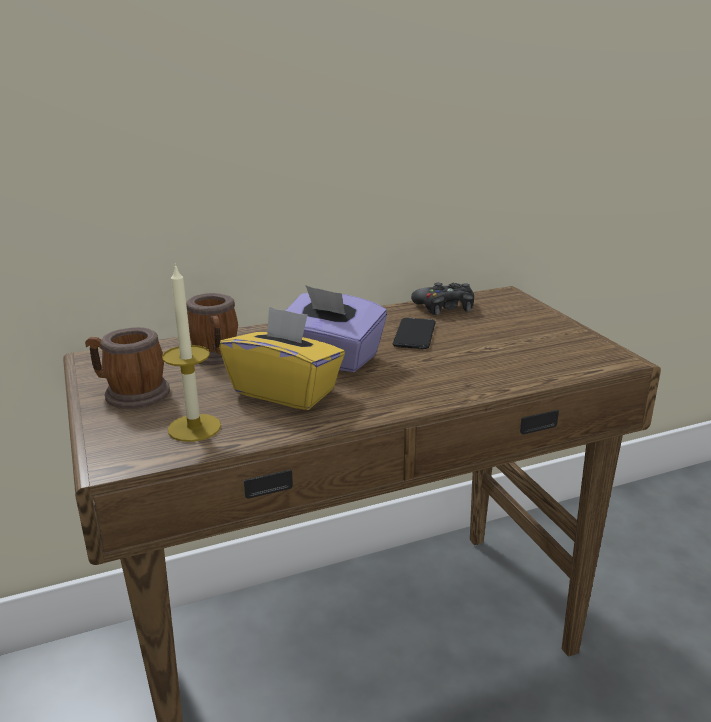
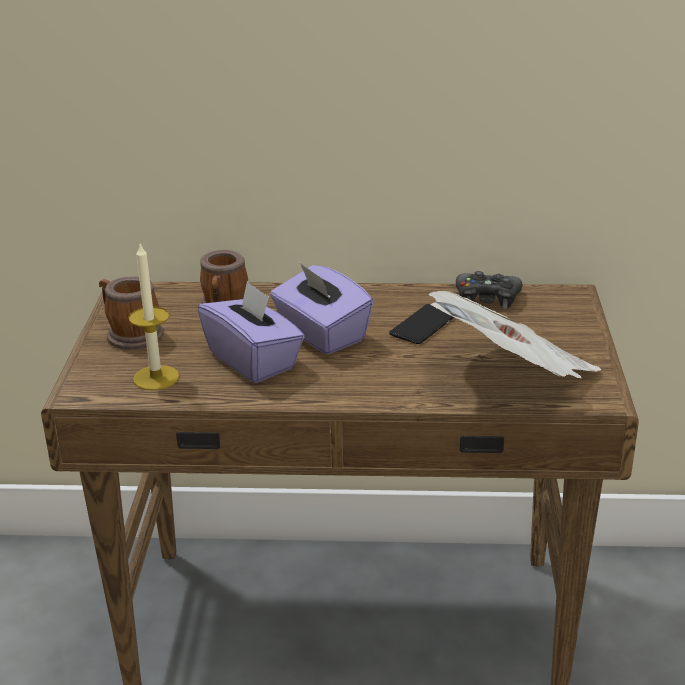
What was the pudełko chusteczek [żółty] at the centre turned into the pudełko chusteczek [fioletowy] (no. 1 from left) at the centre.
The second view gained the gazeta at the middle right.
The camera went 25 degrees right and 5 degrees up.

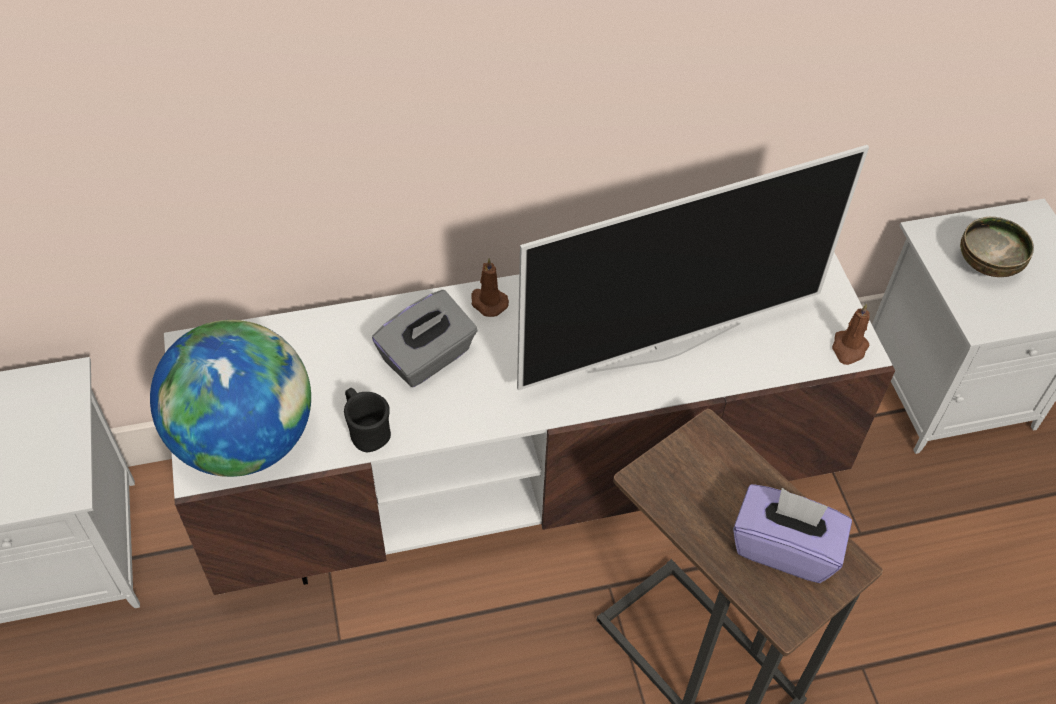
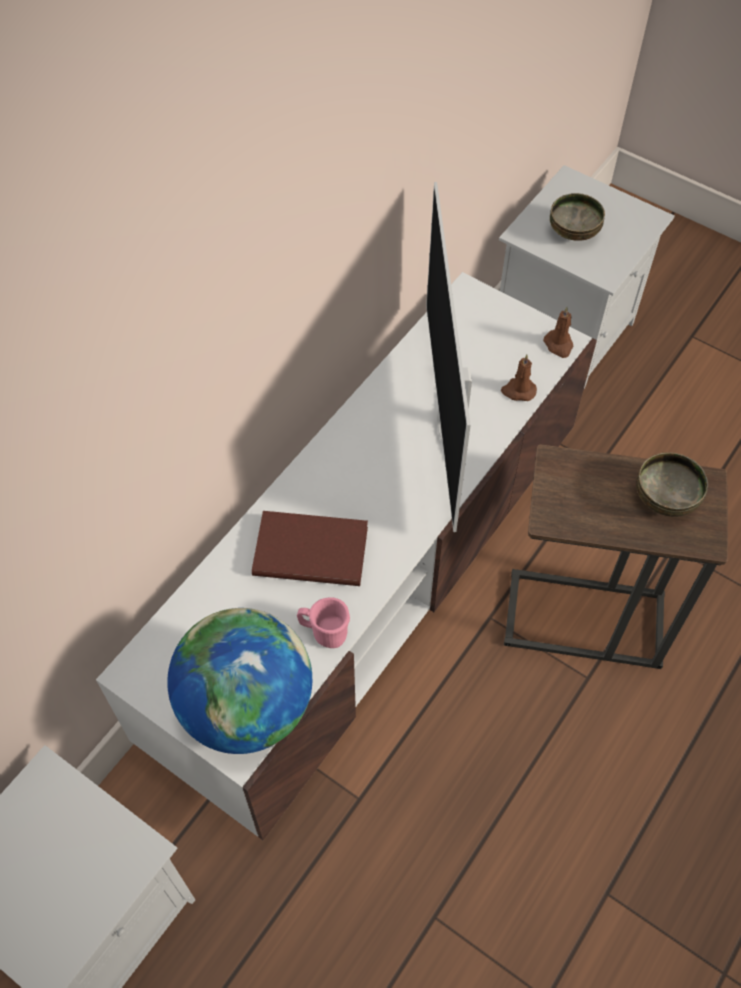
Where the pudełko chusteczek [szary] stood at the centre, the książka [brązowy] came to stand at the centre.
What was the kubek [czarny] at the centre turned into the kubek [różowy] at the centre.
The telewizor at the centre ended up facing another way, 150 degrees clockwise from before.
The świeca [brązowy] (no. 1 from left) ended up elsewhere, having gone from the centre to the middle right.
Where the pudełko chusteczek [fioletowy] stood at the bottom right, the miska (no. 2 from left) came to stand at the middle right.
The camera went 40 degrees left and 5 degrees up.

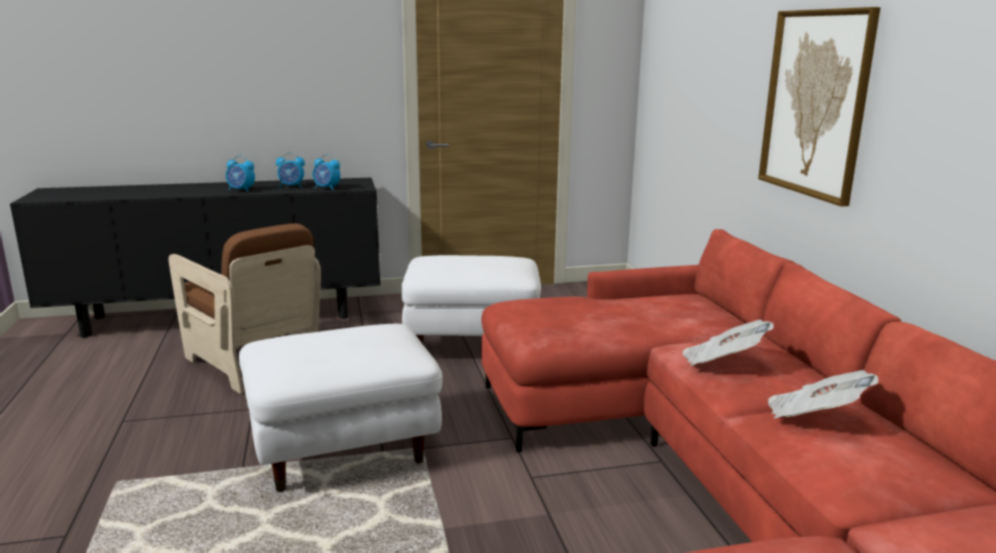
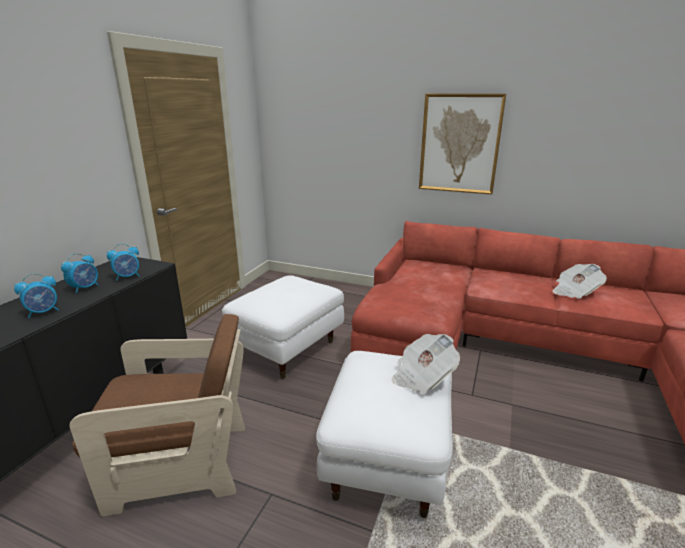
The gazeta (no. 1 from left) ended up elsewhere, having gone from the middle right to the centre.
The camera went 55 degrees left and 5 degrees up.

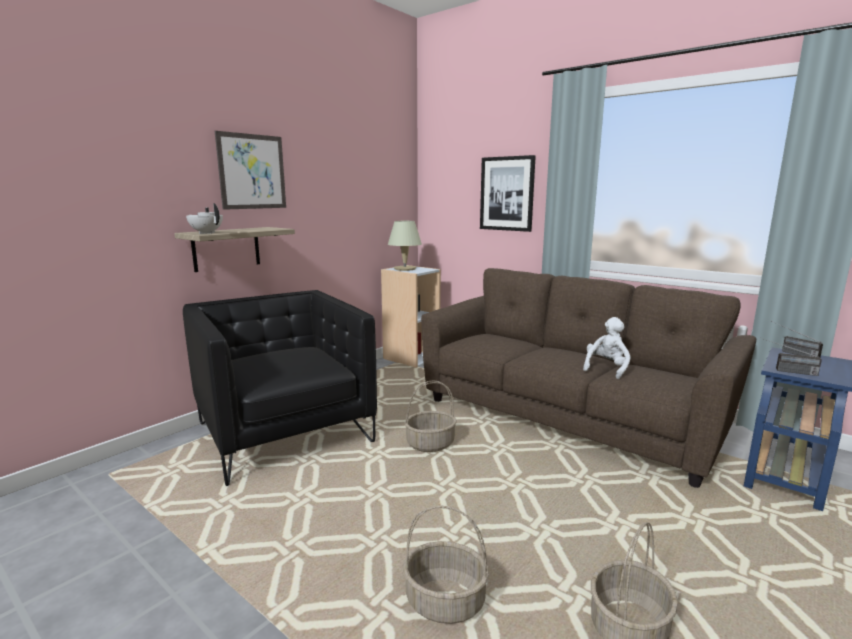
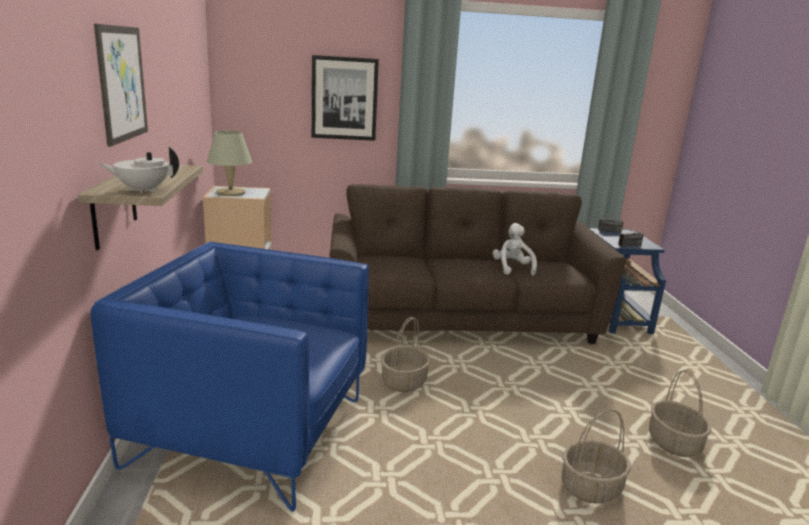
What was the fotel [czarny] at the middle left turned into the fotel [niebieski] at the bottom left.
The camera went 45 degrees left and 5 degrees up.

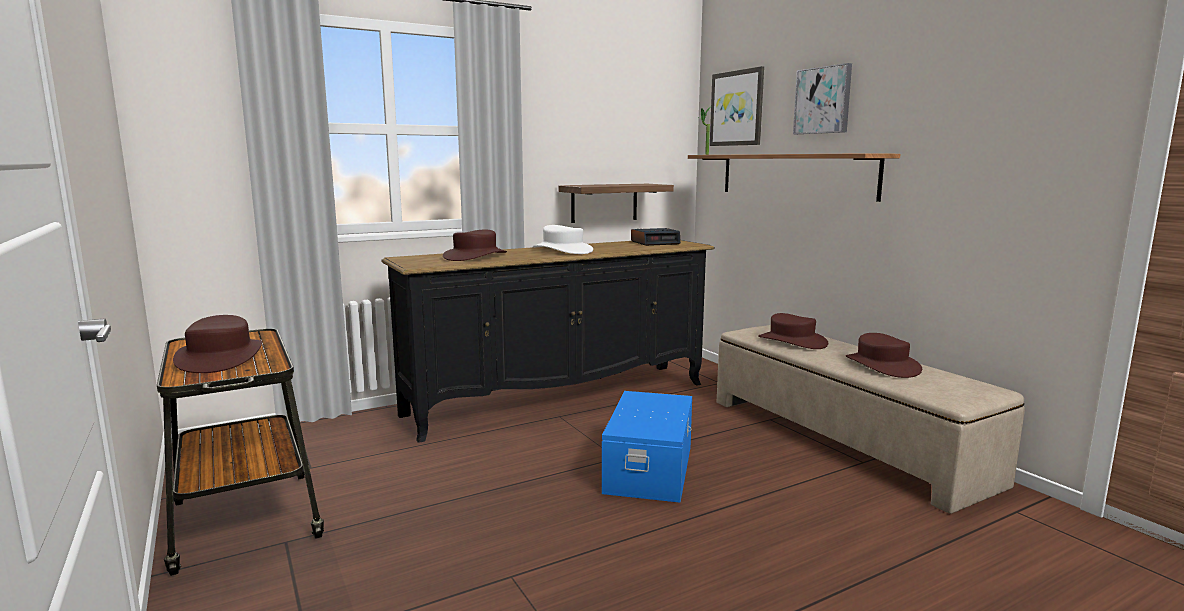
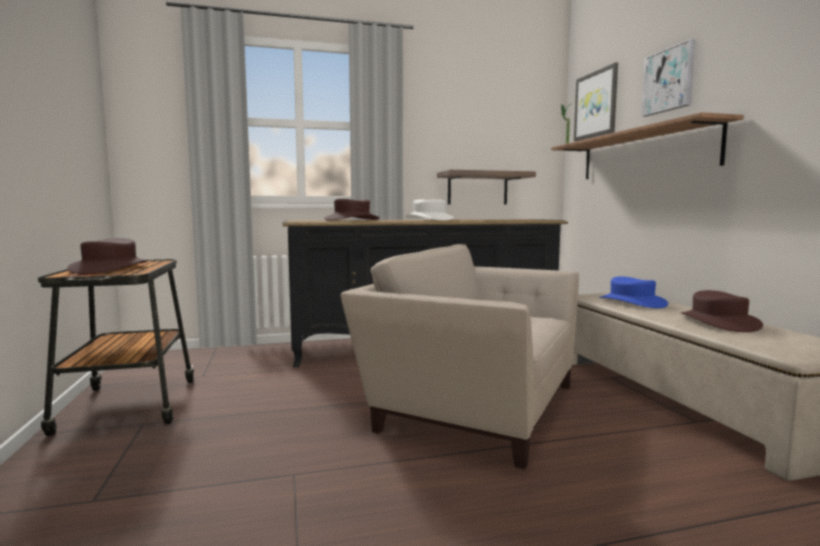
Where the pojemnik do przechowywania [niebieski] stood at the bottom centre, the fotel [beżowy] came to stand at the centre.
What was the kapelusz [brązowy] (no. 3 from left) at the middle right turned into the kapelusz [niebieski] at the middle right.
The second view lost the budzik at the centre.
The camera went 15 degrees right and 5 degrees down.

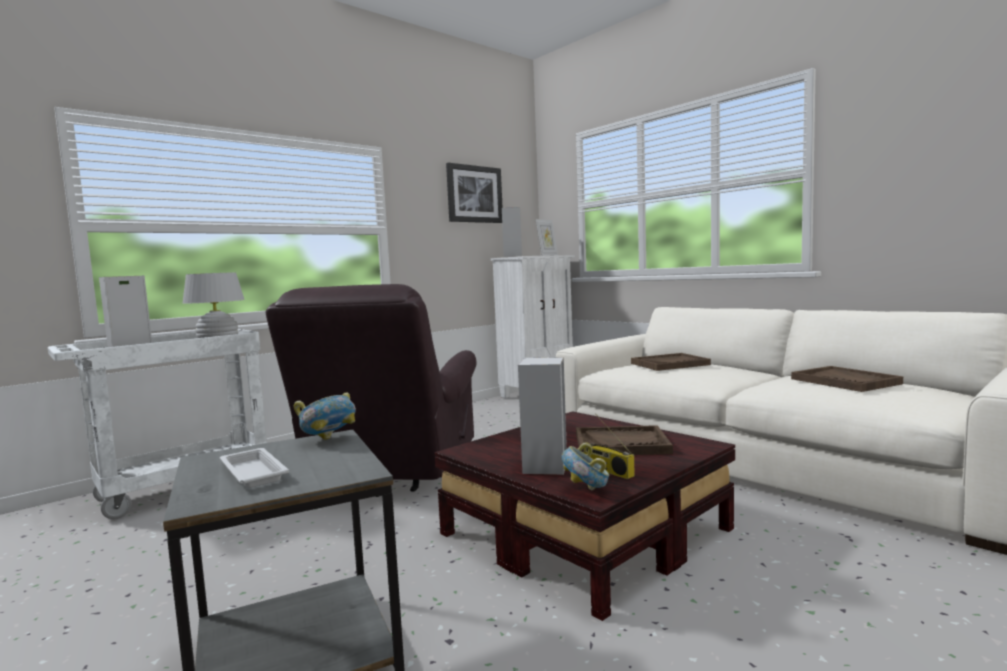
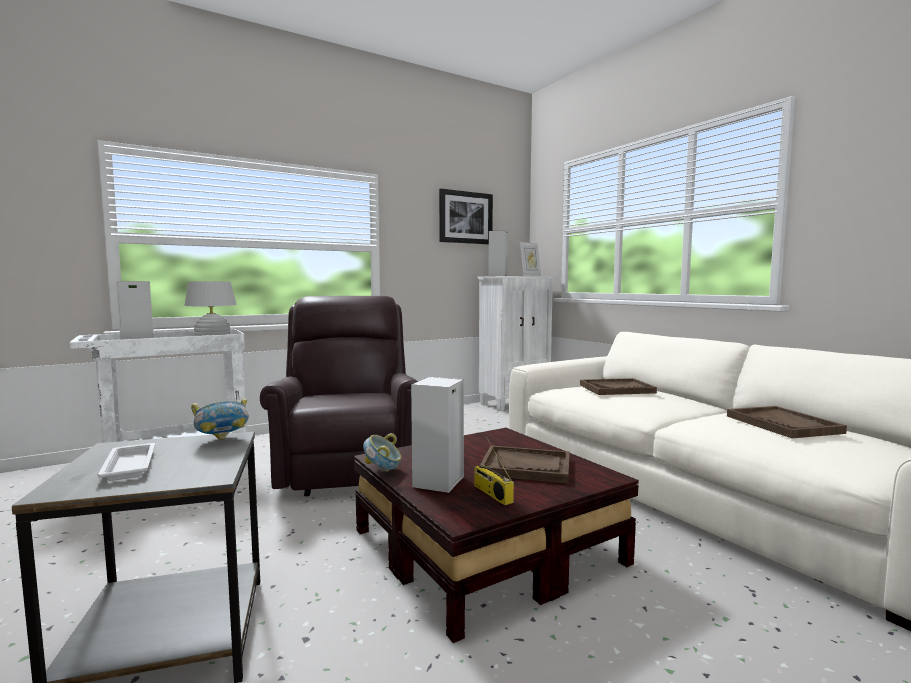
The fotel [brązowy] at the centre ended up facing another way, 150 degrees clockwise from before.
The miska (no. 2 from left) ended up elsewhere, having gone from the bottom centre to the centre.
The camera went 10 degrees right and 0 degrees up.

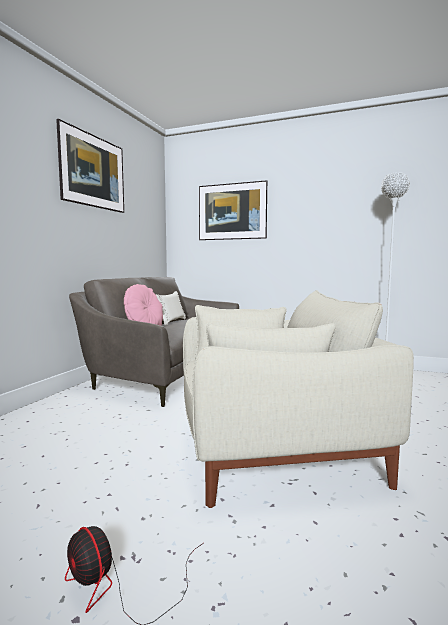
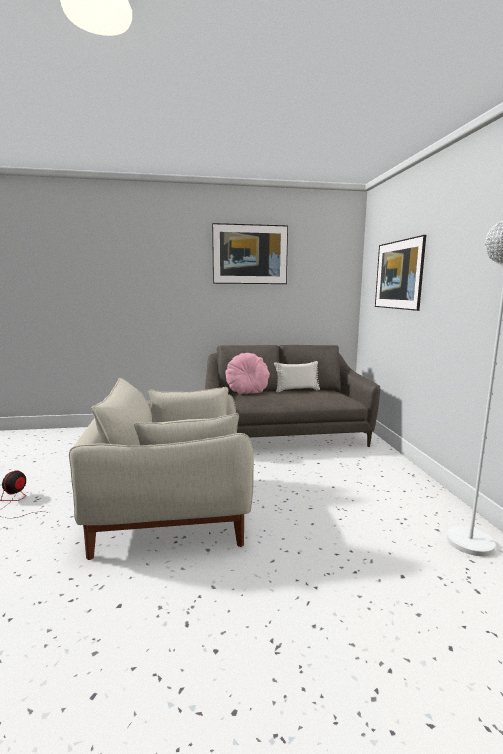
The fotel [beżowy] at the centre ended up facing another way, 120 degrees clockwise from before.
The camera went 60 degrees right and 5 degrees up.

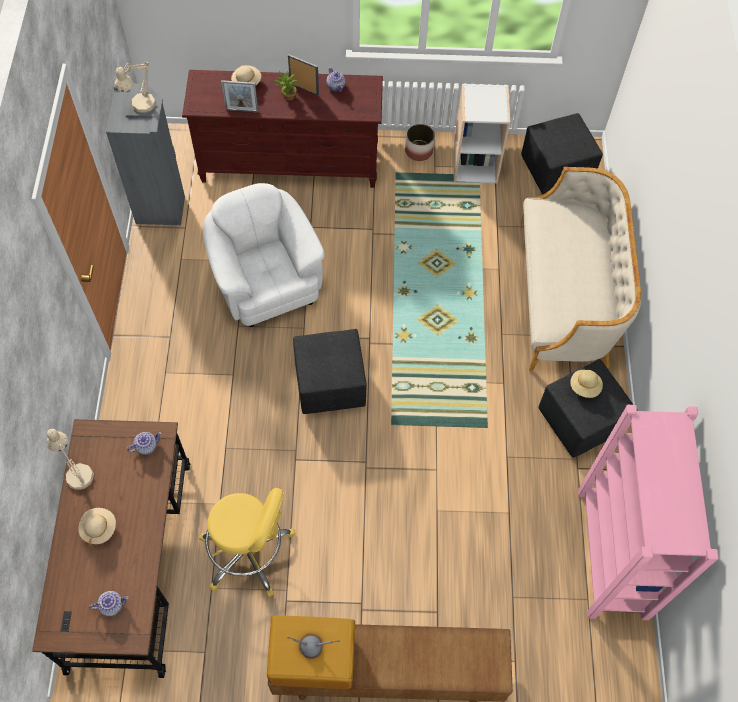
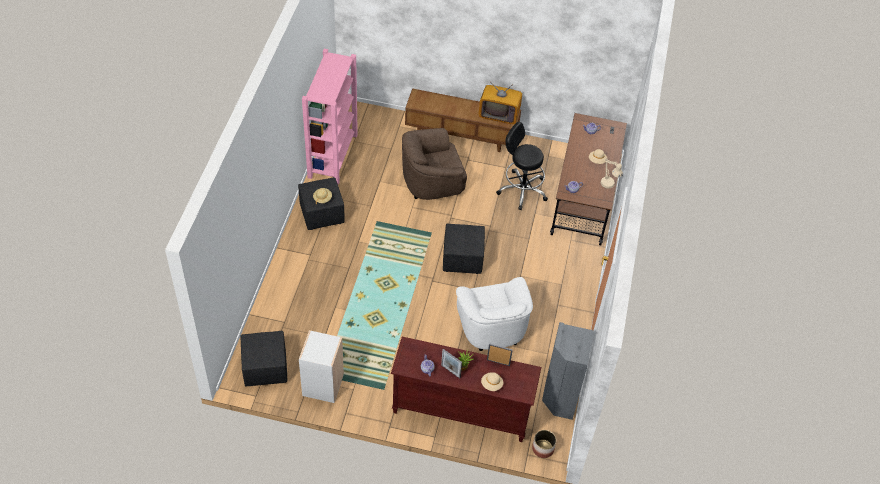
The second view gained the fotel [brązowy] at the centre.
What was the stołek [żółty] at the bottom centre turned into the stołek [czarny] at the centre.
The donica ended up elsewhere, having gone from the top centre to the bottom centre.
The second view lost the lampa stołowa [beżowy] (no. 2 from left) at the top left.
The second view lost the kanapa [beżowy] at the middle right.
The camera went 170 degrees left and 10 degrees down.

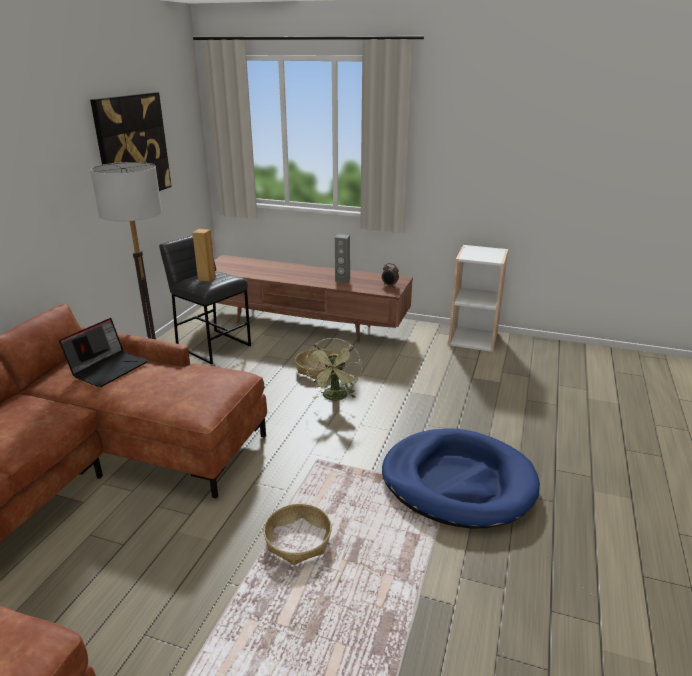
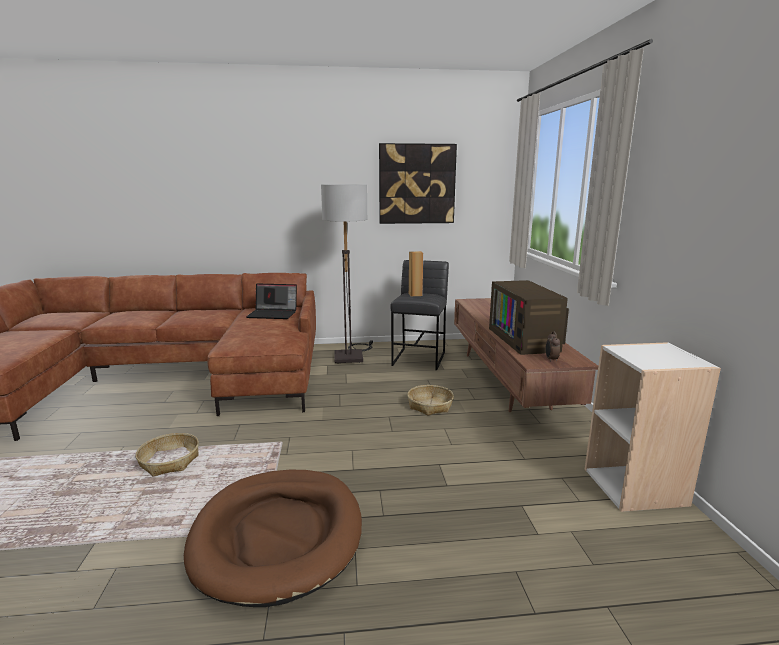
What was the legowisko [niebieski] at the bottom centre turned into the legowisko [brązowy] at the bottom centre.
Where the głośnik [szary] stood at the centre, the telewizor came to stand at the middle right.
The second view lost the wentylator [zielony] at the centre.
The camera went 65 degrees right and 10 degrees down.

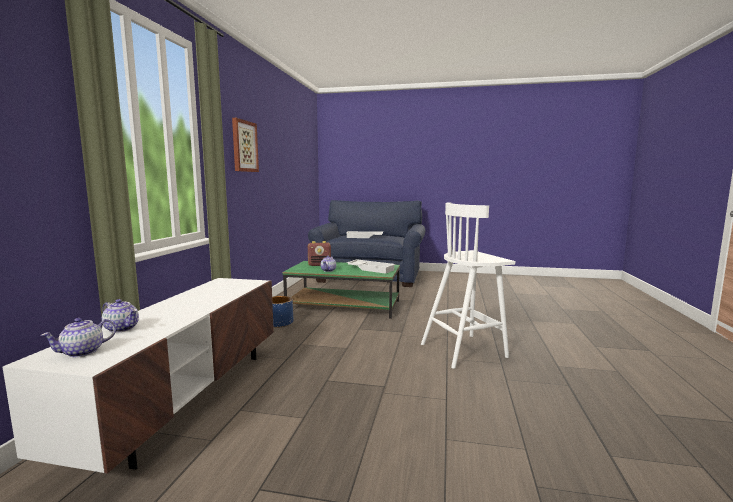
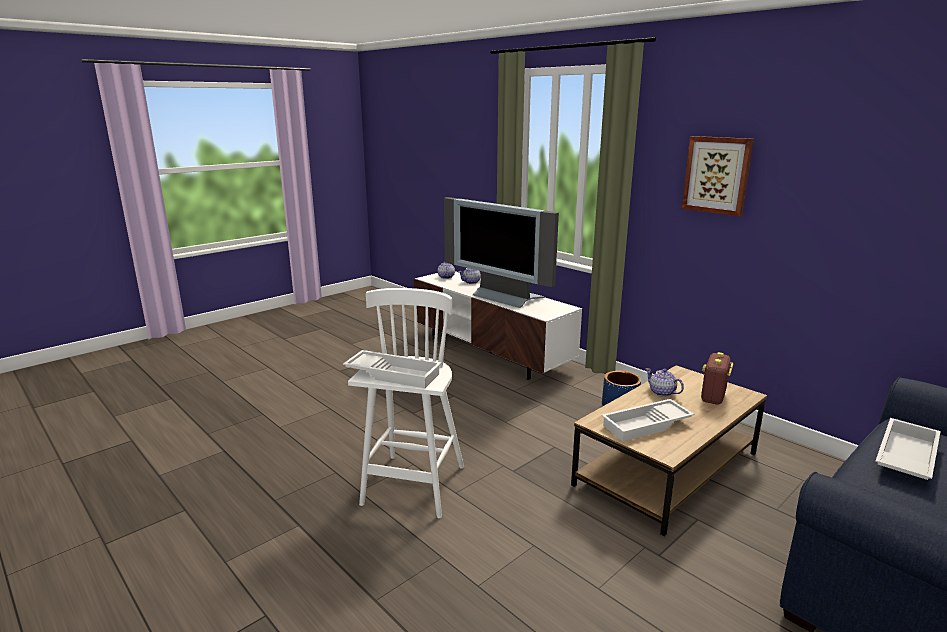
The second view gained the taca [biały] (no. 1 from left) at the centre.
The second view gained the telewizor at the centre.
What was the ława [zielony] at the centre turned into the ława [brązowy] at the bottom right.
The camera went 125 degrees right and 10 degrees up.

